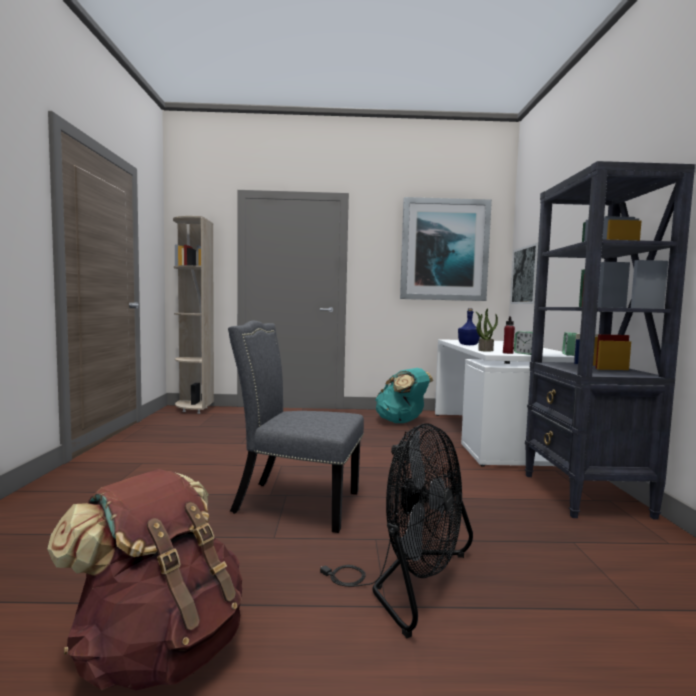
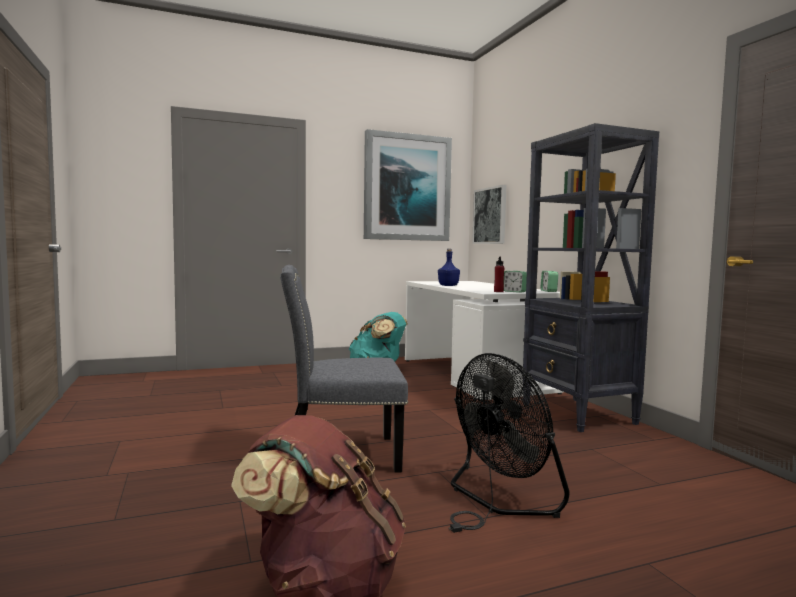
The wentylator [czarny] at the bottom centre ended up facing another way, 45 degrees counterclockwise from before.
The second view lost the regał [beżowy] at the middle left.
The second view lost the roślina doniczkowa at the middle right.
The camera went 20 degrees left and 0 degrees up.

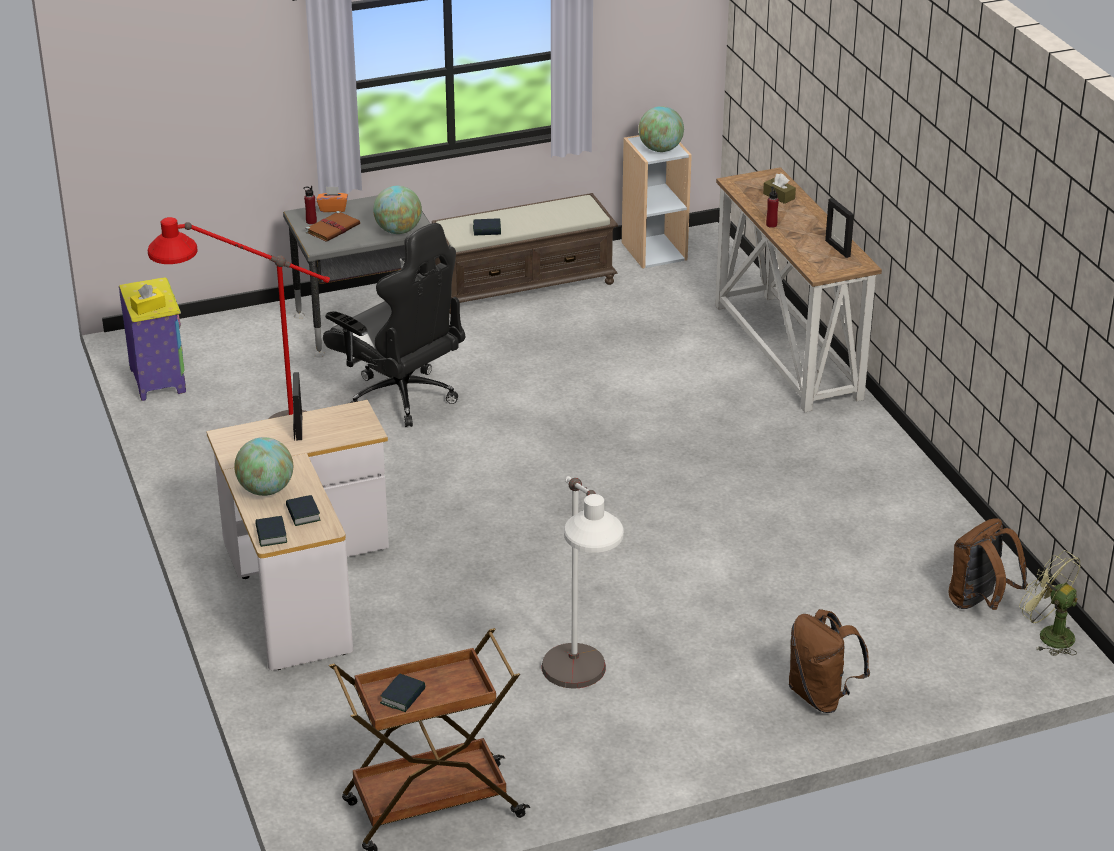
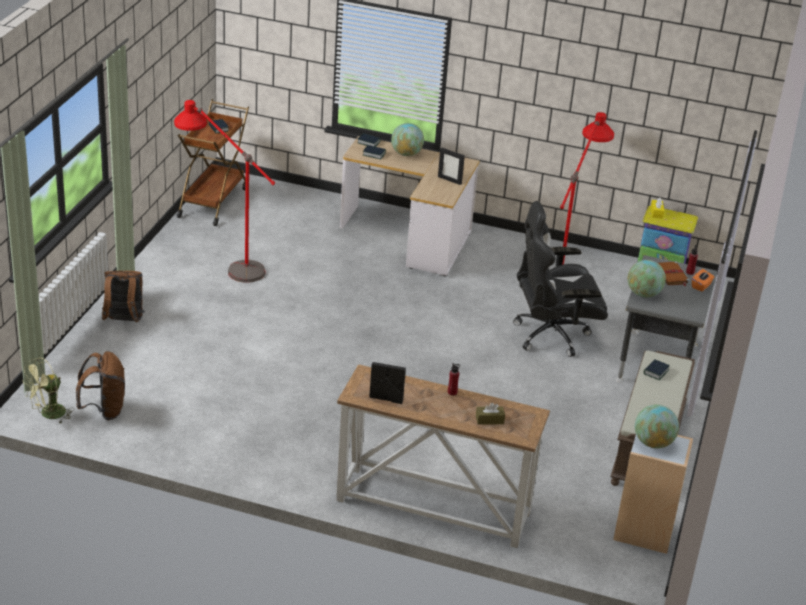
The wentylator [zielony] at the bottom right ended up facing another way, 150 degrees clockwise from before.
What was the lampa stojąca [biały] at the bottom centre turned into the lampa stojąca [czerwony] (no. 1 from left) at the top left.
The camera went 125 degrees right and 0 degrees up.

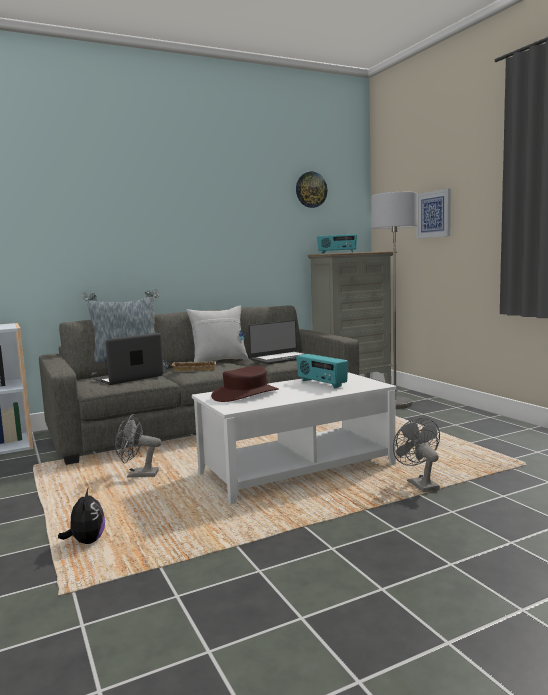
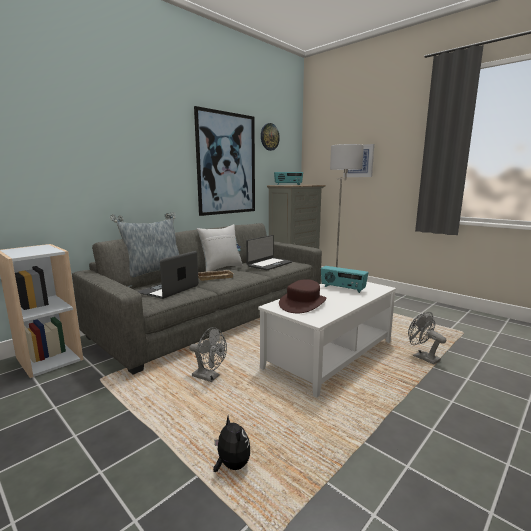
The wentylator [szary] (no. 1 from left) at the middle left ended up facing another way, 135 degrees counterclockwise from before.
The second view gained the obraz (no. 1 from left) at the top centre.
The camera went 20 degrees left and 5 degrees up.

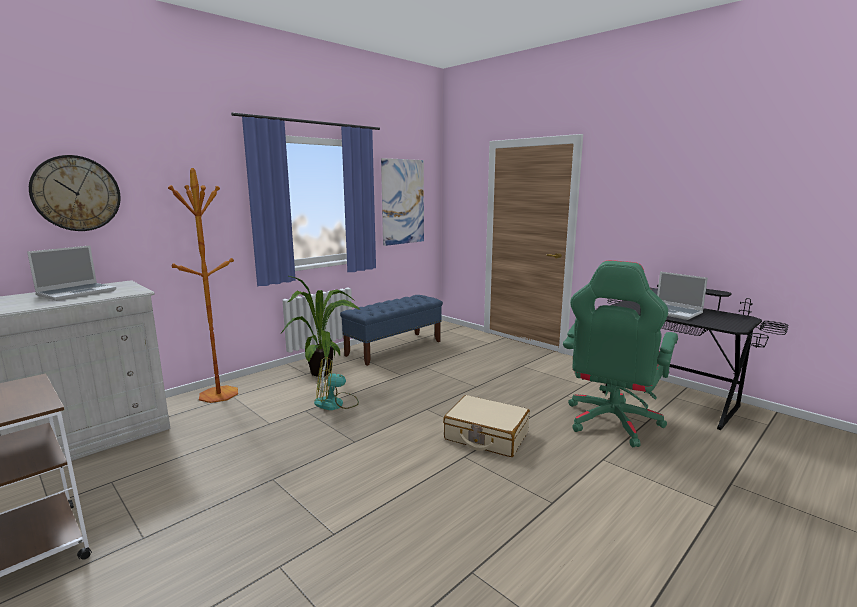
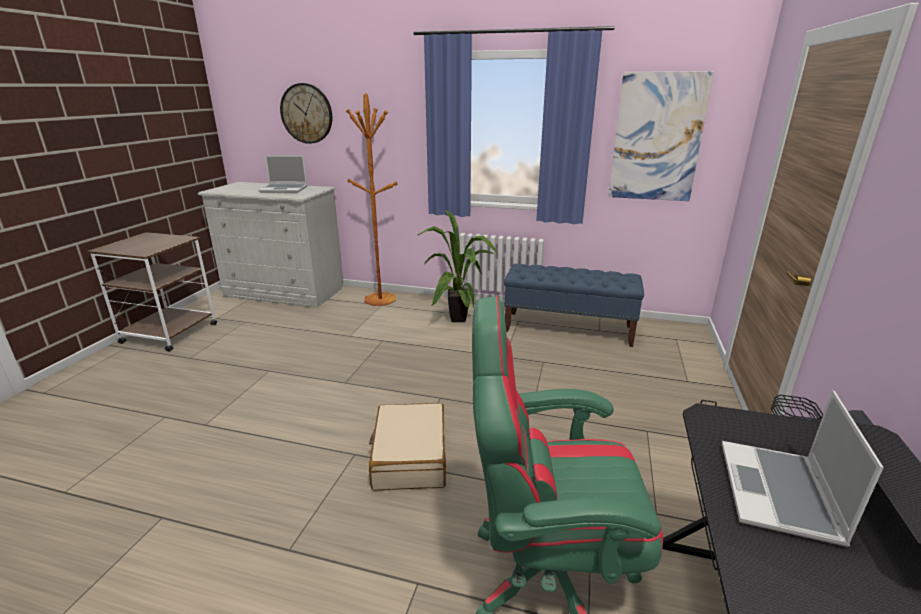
The second view lost the wentylator at the centre.
The camera went 60 degrees right and 10 degrees up.

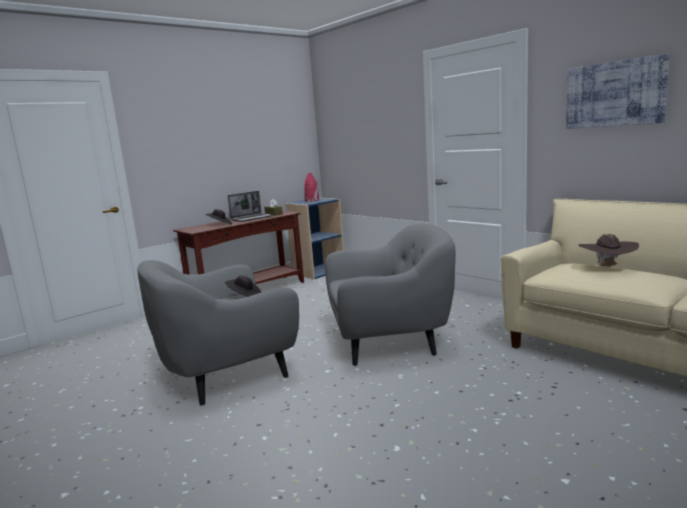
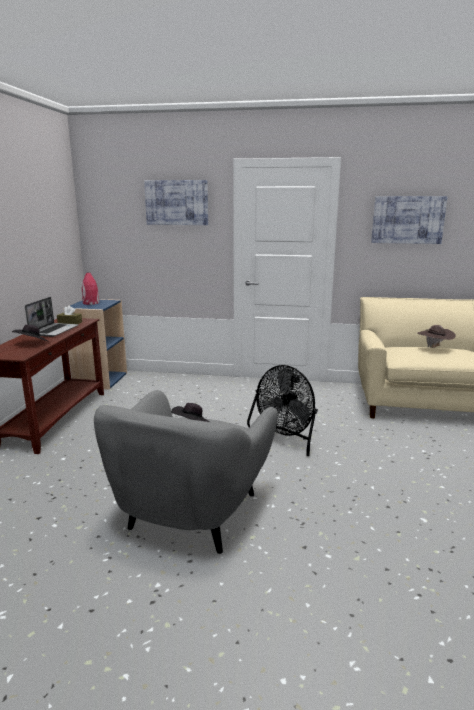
The second view gained the obraz (no. 1 from left) at the top centre.
Where the fotel [szary] (no. 2 from left) stood at the centre, the wentylator [czarny] came to stand at the centre.
The camera went 40 degrees left and 5 degrees up.

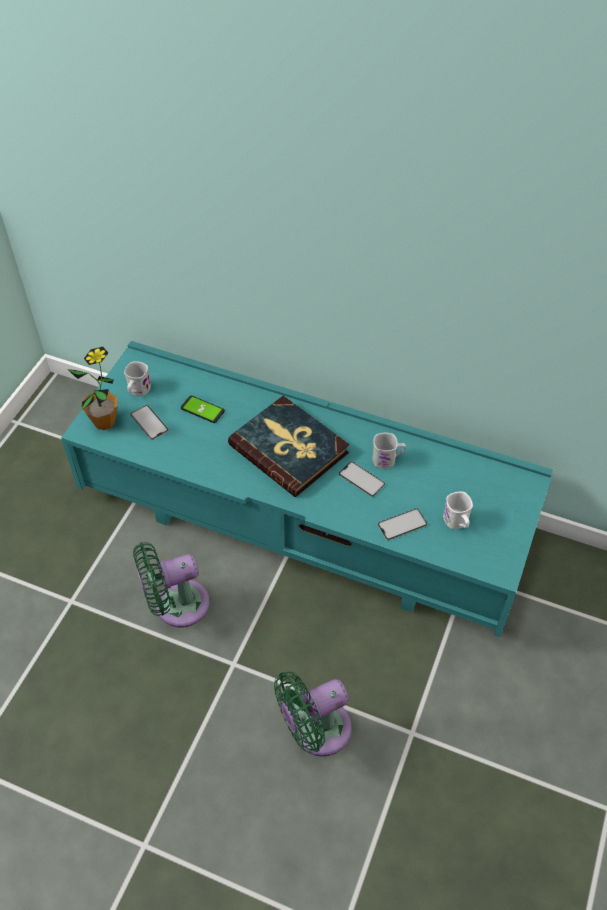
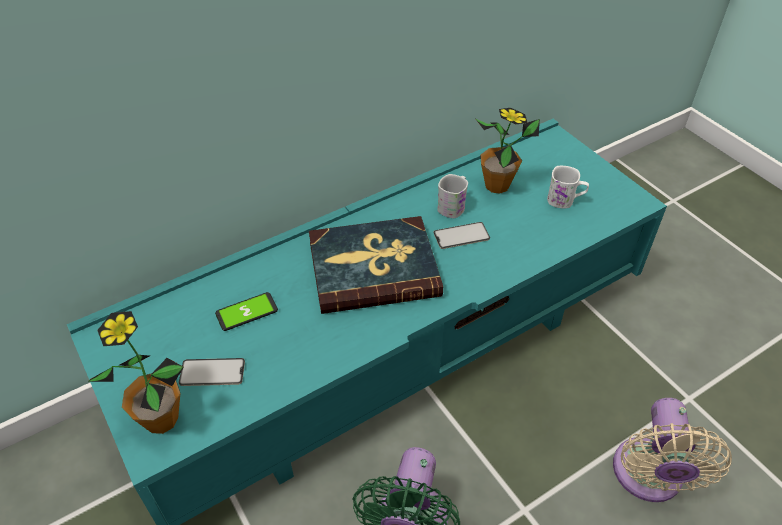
The second view gained the roślina doniczkowa (no. 2 from left) at the top centre.
What was the wentylator [zielony] (no. 2 from left) at the bottom centre turned into the wentylator [beżowy] at the bottom right.
The second view lost the kubek [biały] (no. 1 from left) at the middle left.
The second view lost the telefon (no. 4 from left) at the centre.
The camera went 55 degrees left and 5 degrees down.

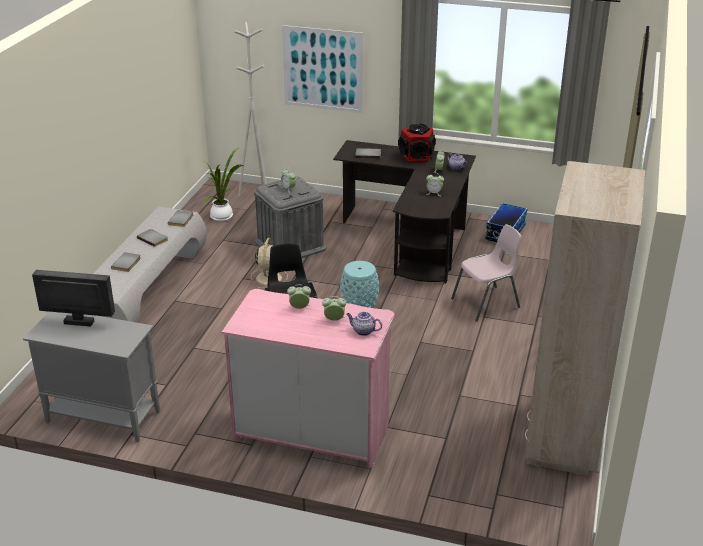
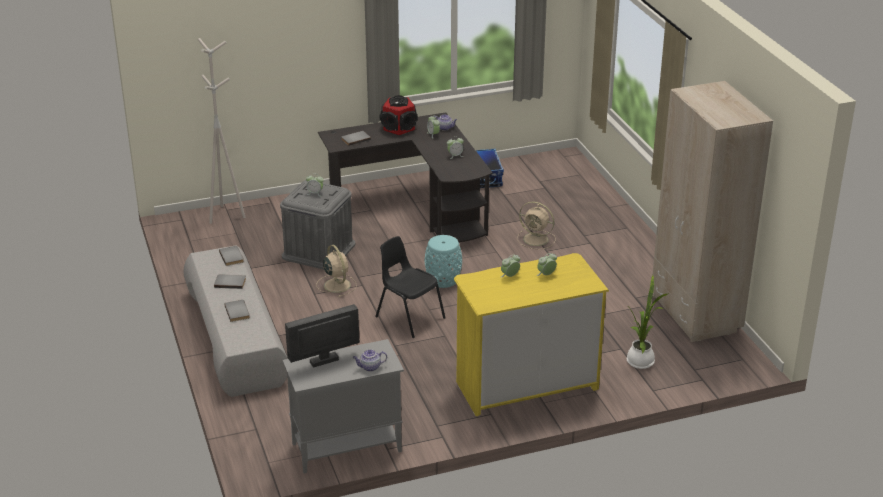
The imbryk (no. 1 from left) ended up elsewhere, having gone from the centre to the bottom centre.
What was the komoda [różowy] at the bottom centre turned into the komoda [żółty] at the bottom centre.
Where the krzesło [różowy] stood at the middle right, the wentylator [beżowy] (no. 2 from left) came to stand at the centre.
The roślina doniczkowa ended up elsewhere, having gone from the middle left to the middle right.
The second view lost the obraz at the top centre.
The camera went 35 degrees left and 0 degrees up.

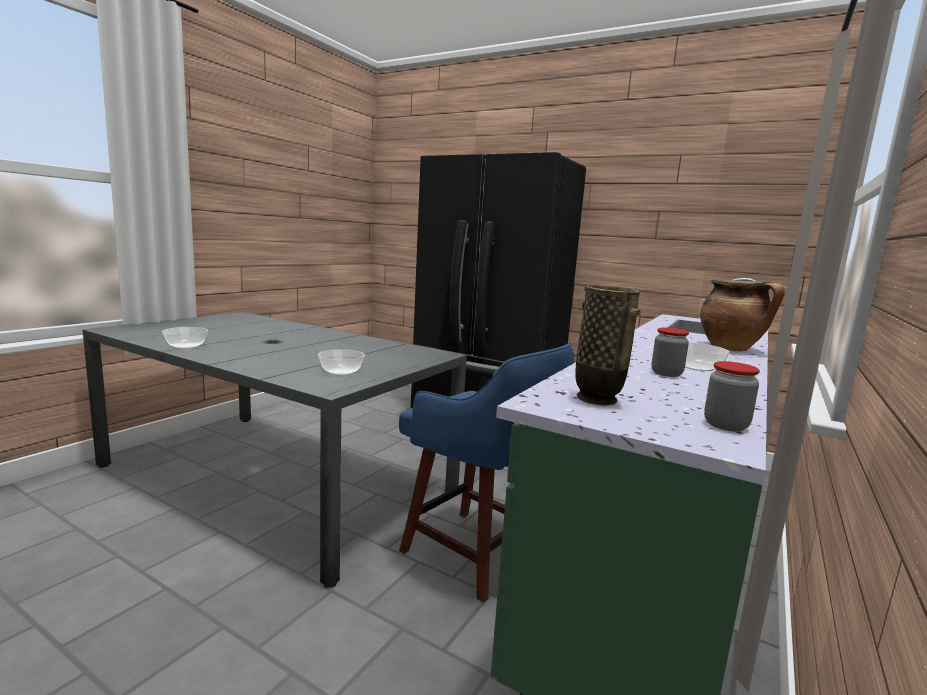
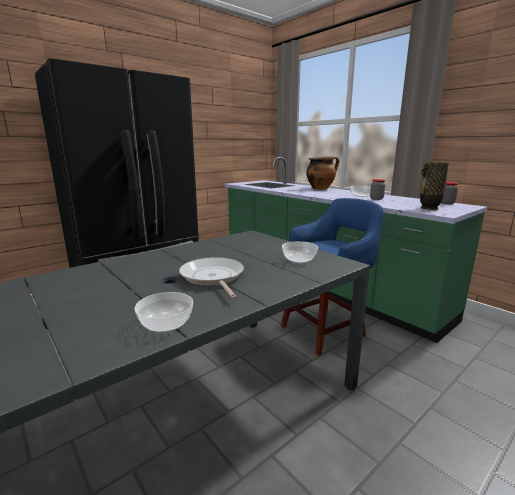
The second view gained the patelnia at the centre.
The camera went 70 degrees left and 5 degrees up.

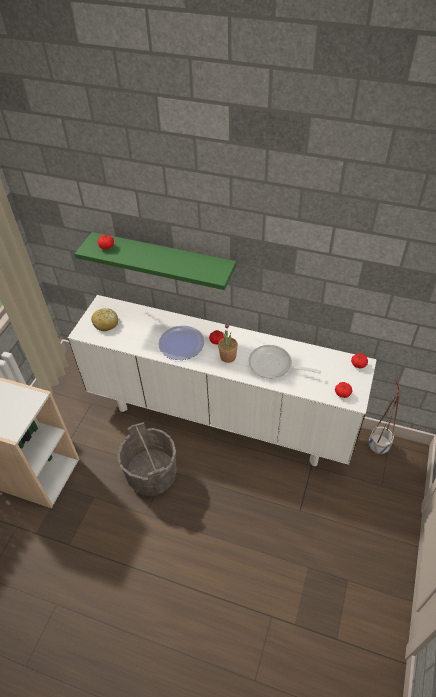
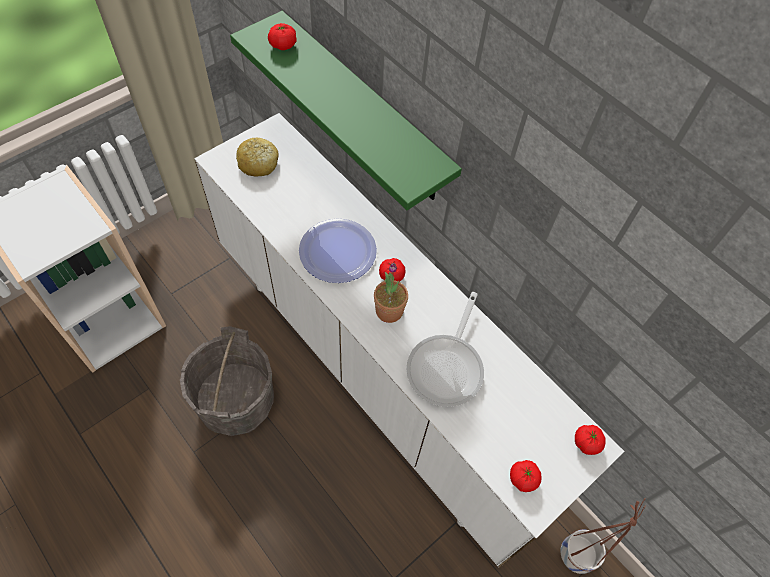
The patelnia at the centre ended up facing another way, 120 degrees counterclockwise from before.
The camera went 25 degrees right and 10 degrees up.

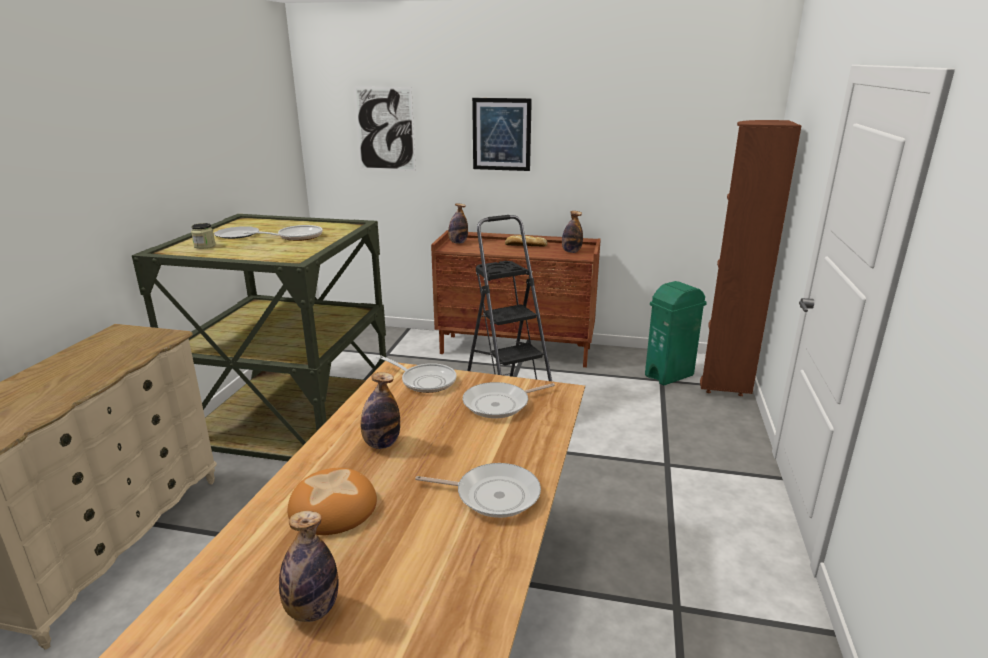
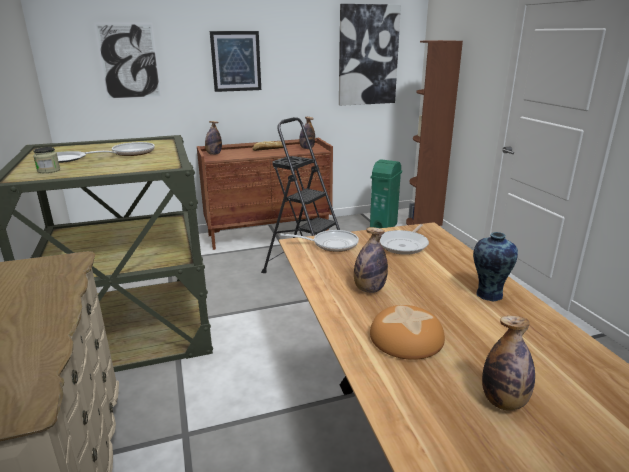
The second view gained the obraz (no. 3 from left) at the top centre.
Where the patelnia (no. 3 from left) stood at the bottom centre, the wazon came to stand at the middle right.
The camera went 30 degrees left and 0 degrees up.

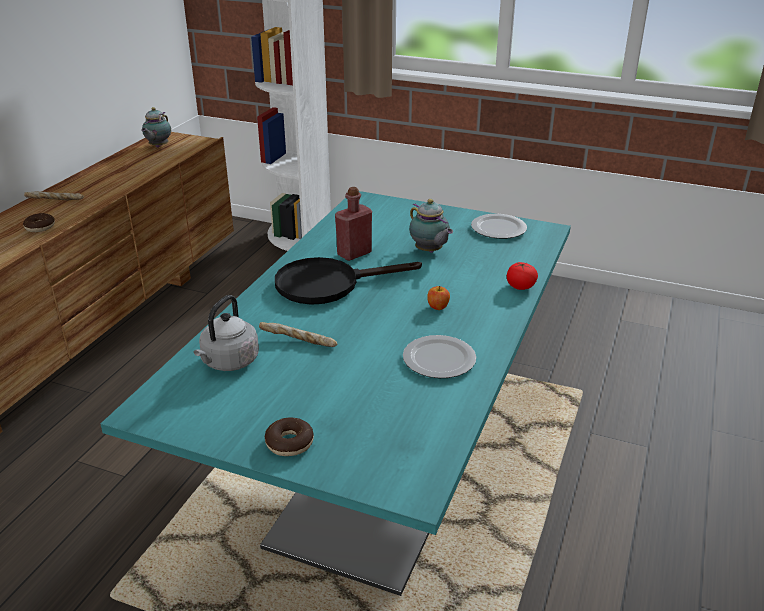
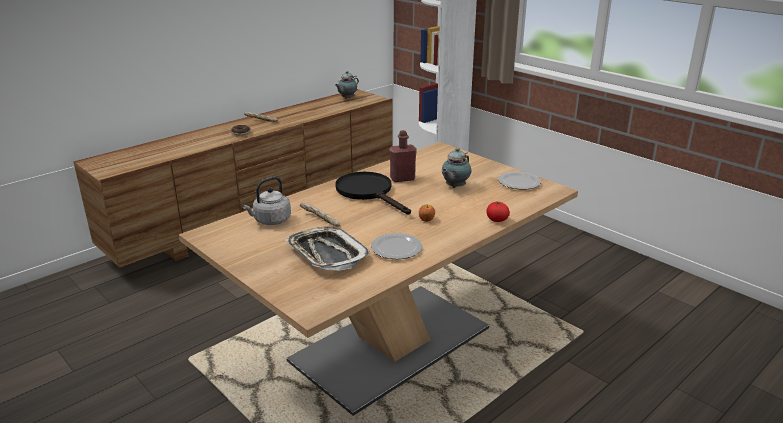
What was the stół jadalny [turkusowy] at the centre turned into the stół jadalny [brązowy] at the centre.
The second view gained the taca at the centre.
The patelnia [czarny] at the centre ended up facing another way, 45 degrees clockwise from before.
The imbryk (no. 2 from left) at the centre ended up facing another way, 45 degrees clockwise from before.
The second view lost the donut (no. 2 from left) at the bottom centre.
The camera went 25 degrees right and 5 degrees down.

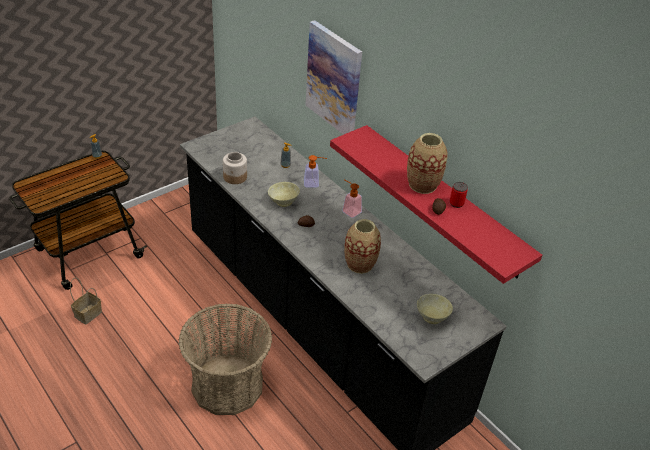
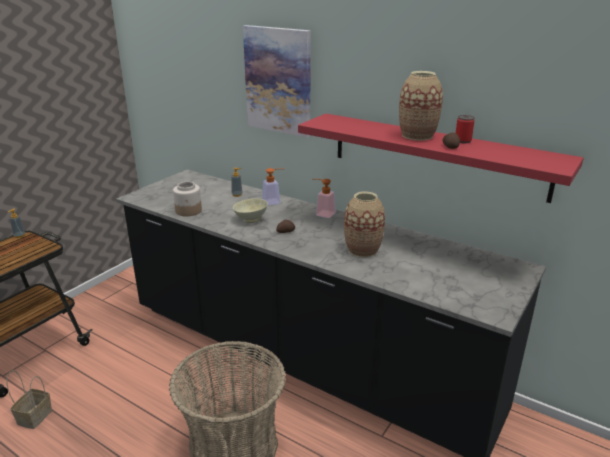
The second view lost the miska [beżowy] (no. 2 from left) at the bottom right.
The camera went 15 degrees left and 15 degrees down.

